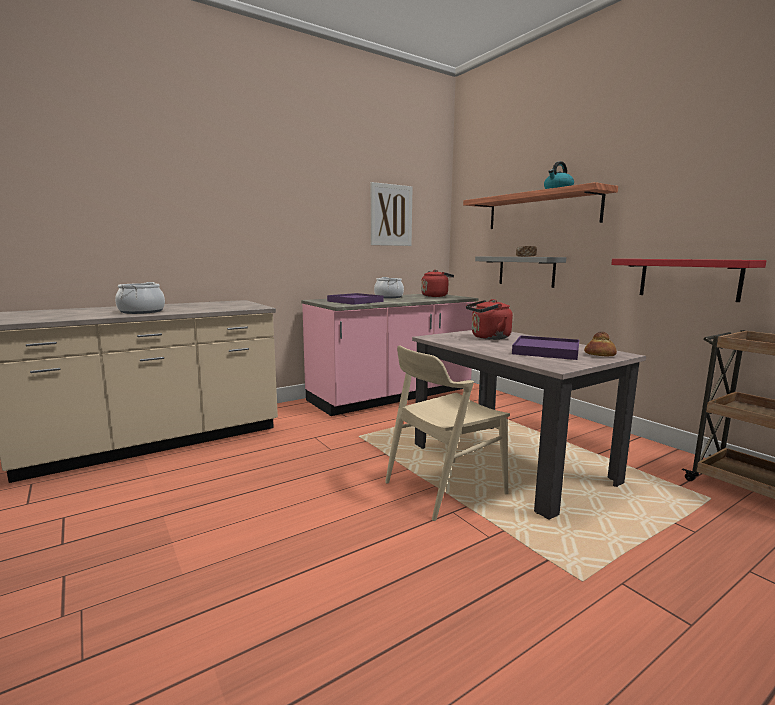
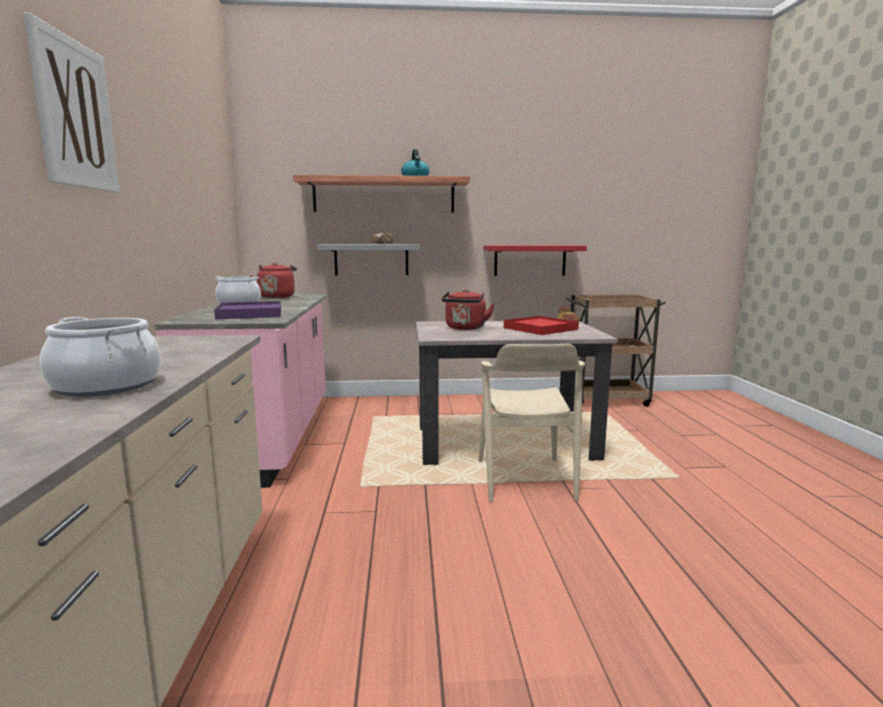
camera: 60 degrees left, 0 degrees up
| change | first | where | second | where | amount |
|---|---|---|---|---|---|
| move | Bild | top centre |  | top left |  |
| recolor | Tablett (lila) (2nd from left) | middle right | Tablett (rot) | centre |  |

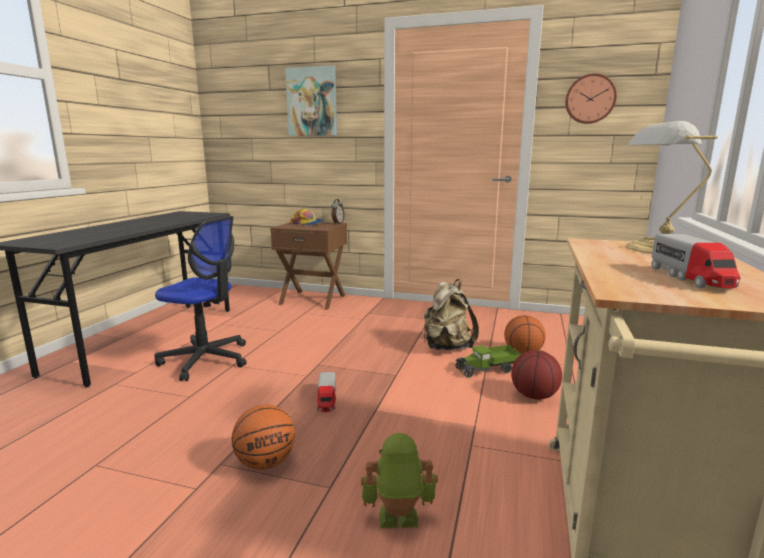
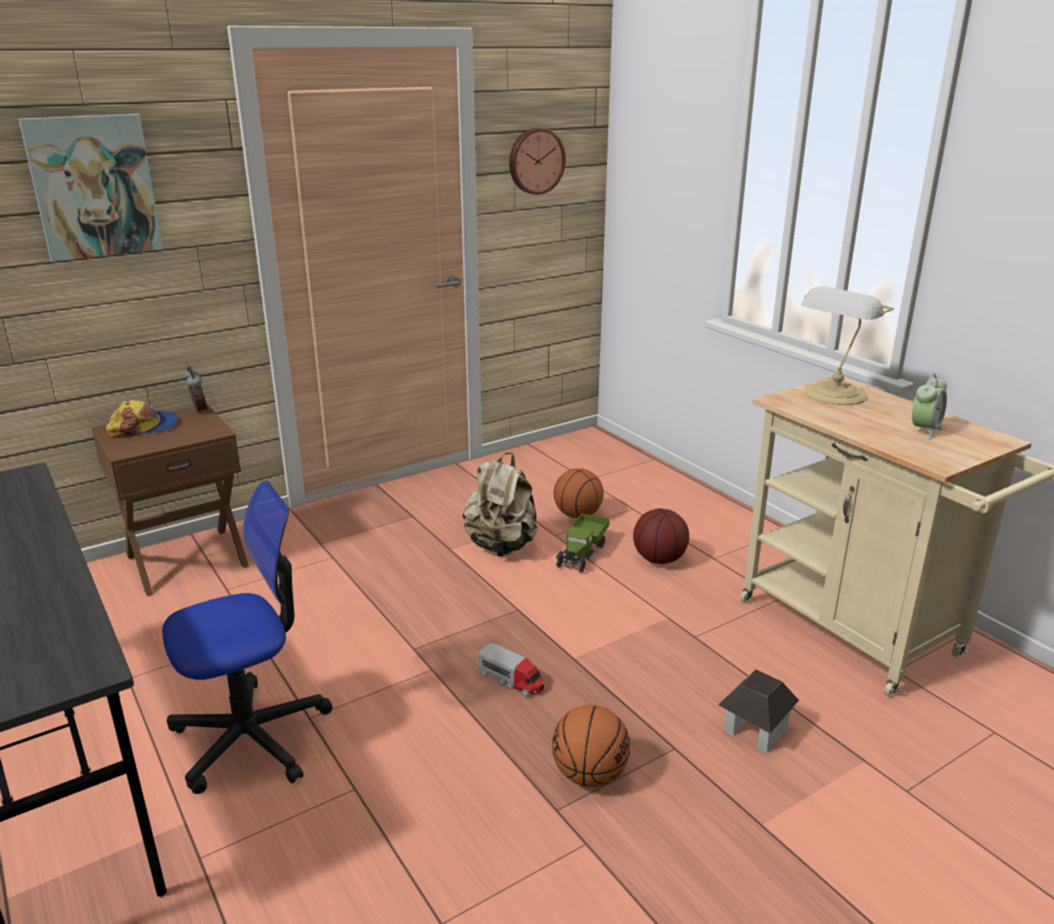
camera: 50 degrees left, 10 degrees up
| change | first | where | second | where | amount |
|---|---|---|---|---|---|
| replace | Spielzeugroboter | bottom centre | Spielzeughaus | bottom right |  |
| replace | Spielzeuglaster (3rd from left) | middle right | Wecker (2nd from left) | middle right |  |

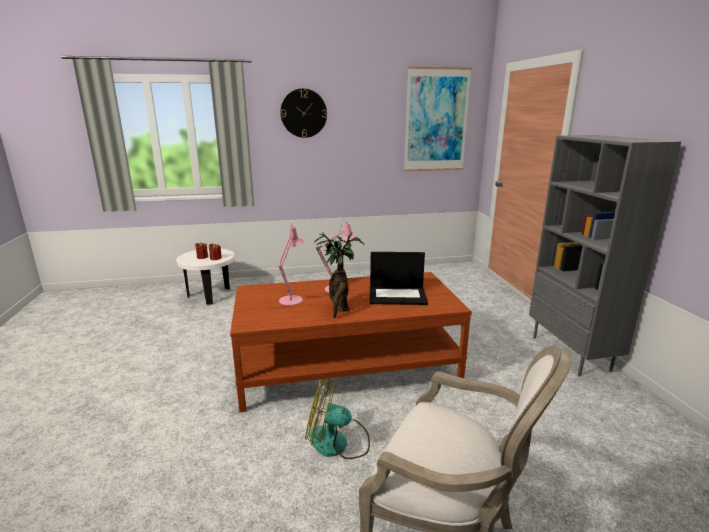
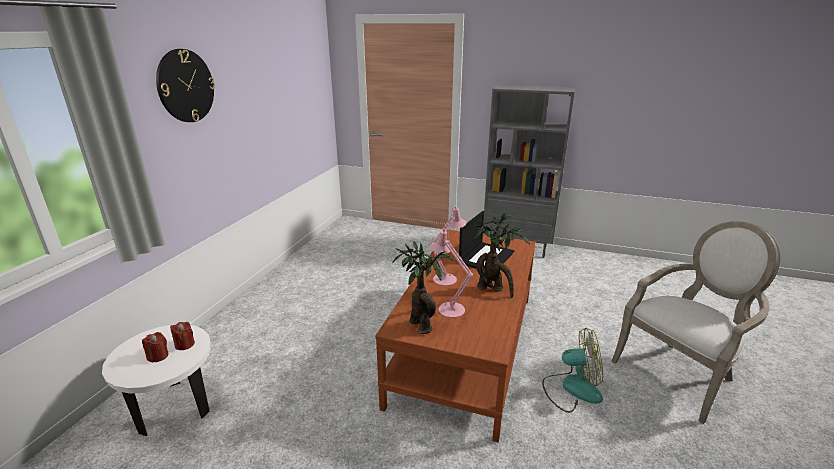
camera: 60 degrees left, 5 degrees up
| change | first | where | second | where | amount |
|---|---|---|---|---|---|
| delete | Bild | top centre |  |  |  |
| insert |  |  | Topfpflanze (1st from left) | centre |  |
| rotate | Ventilator | bottom centre |  | bottom right | 120 degrees counterclockwise |

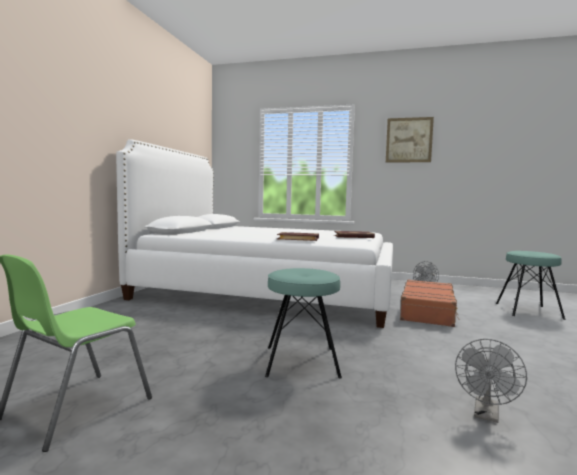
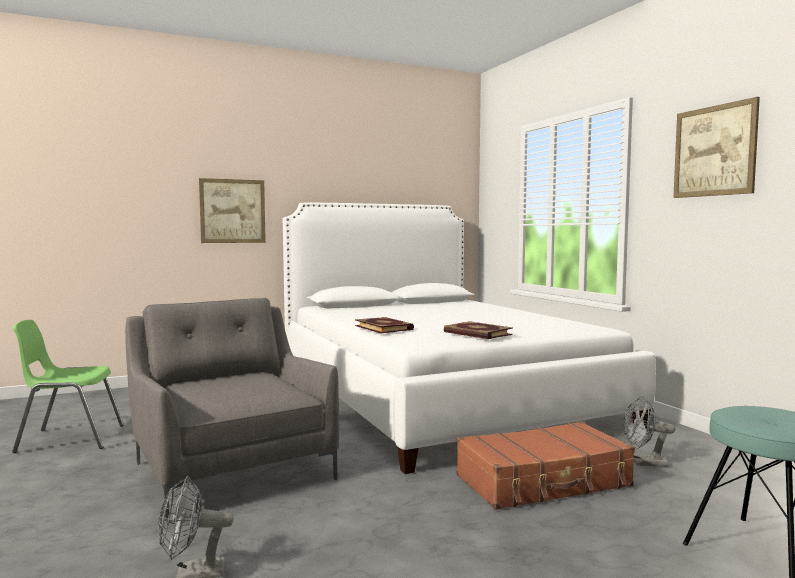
camera: 50 degrees right, 0 degrees up
| change | first | where | second | where | amount |
|---|---|---|---|---|---|
| insert |  |  | Bild (1st from left) | middle left |  |
| replace | Hocker (türkis) (1st from left) | bottom centre | Sessel (grau) | bottom left |  |

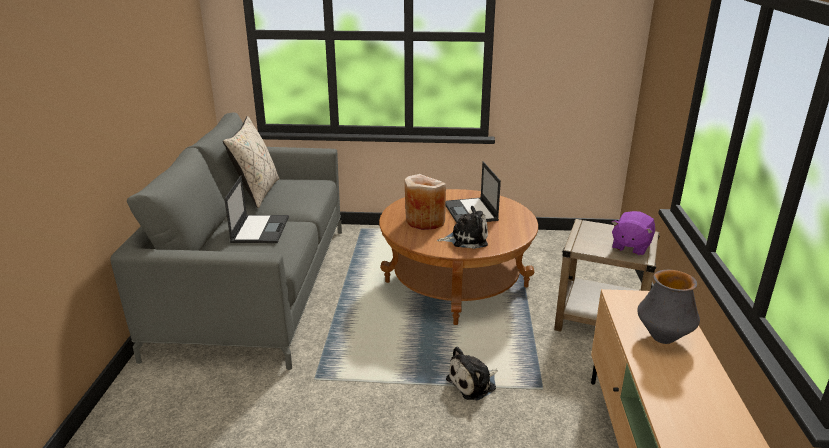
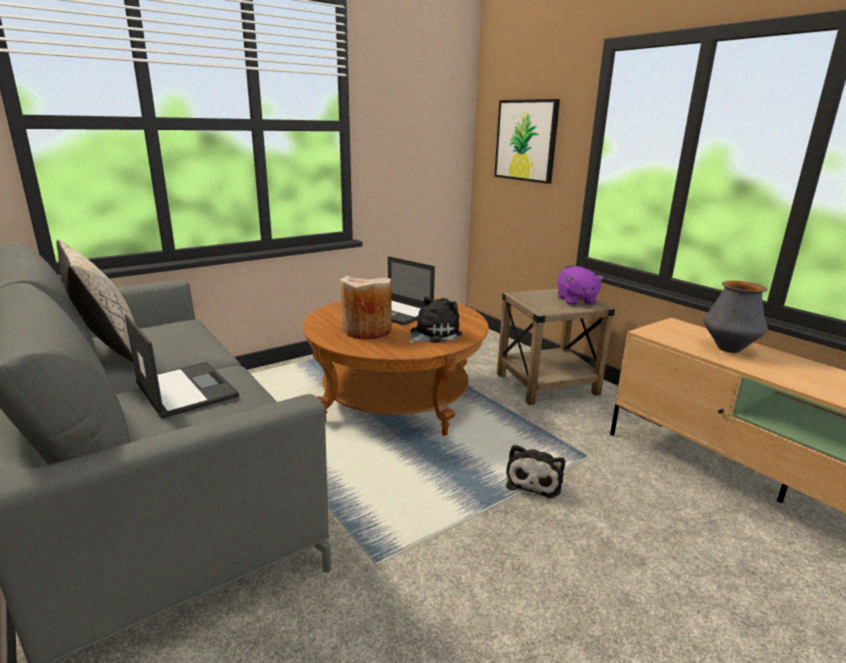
camera: 40 degrees left, 5 degrees down
| change | first | where | second | where | amount |
|---|---|---|---|---|---|
| insert |  |  | Bild | top centre |  |

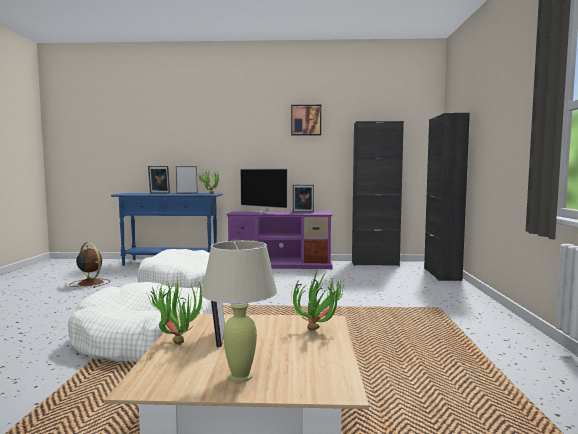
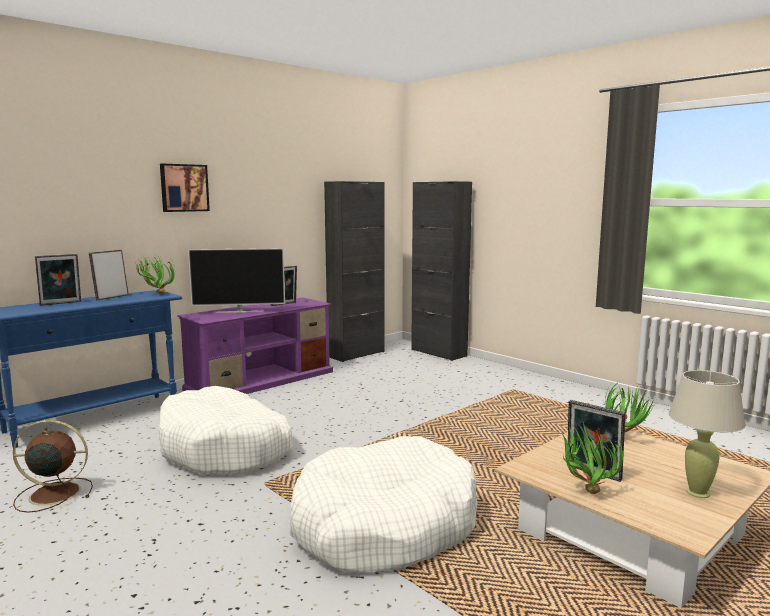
camera: 45 degrees left, 5 degrees up
| change | first | where | second | where | amount |
|---|---|---|---|---|---|
| move | Bild | top centre |  | top left |  |

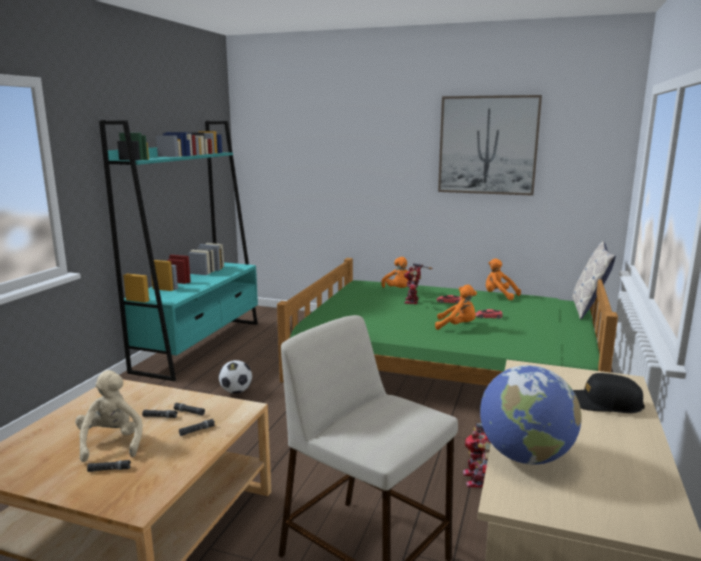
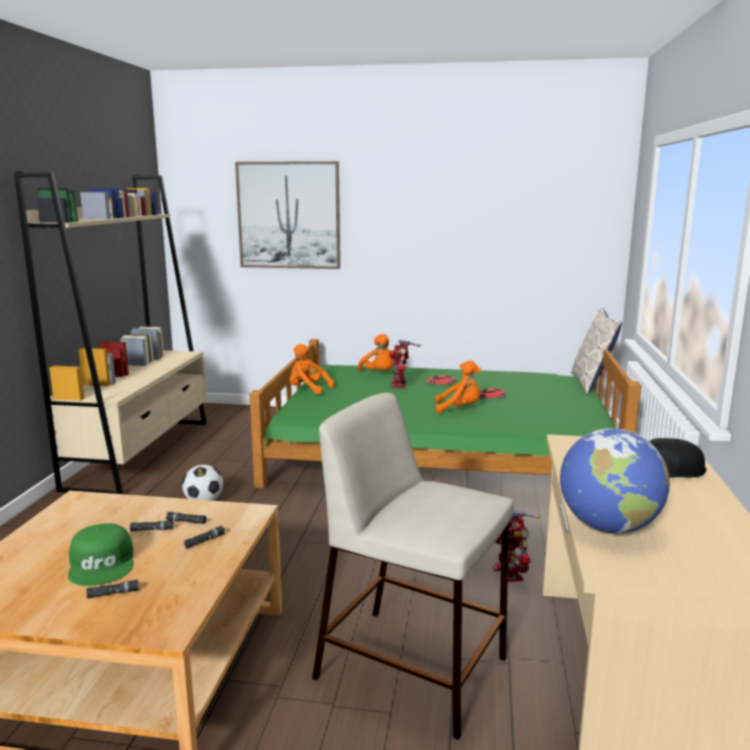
camera: 10 degrees left, 0 degrees up
| change | first | where | second | where | amount |
|---|---|---|---|---|---|
| move | Bild | top right |  | top centre |  |
| move | Plüschtier (orange) (3rd from left in the first image) | middle right | Plüschtier (orange) (1st from left) | centre |  |
| replace | Plüschtier (beige) | bottom left | Kappe (grün) | bottom left |  |
| recolor | Bücherregal (türkis) | middle left | Bücherregal (beige) | middle left |  |

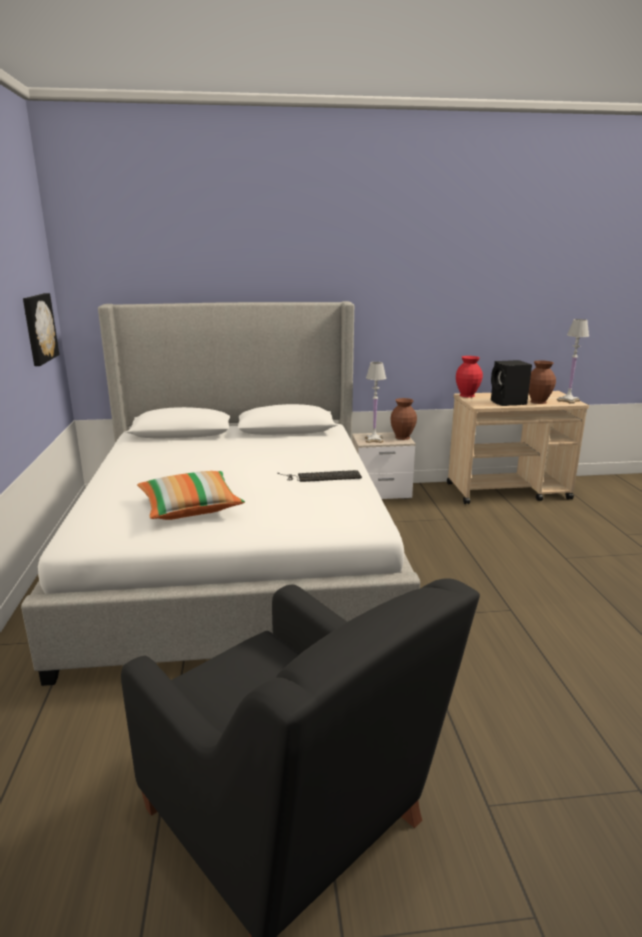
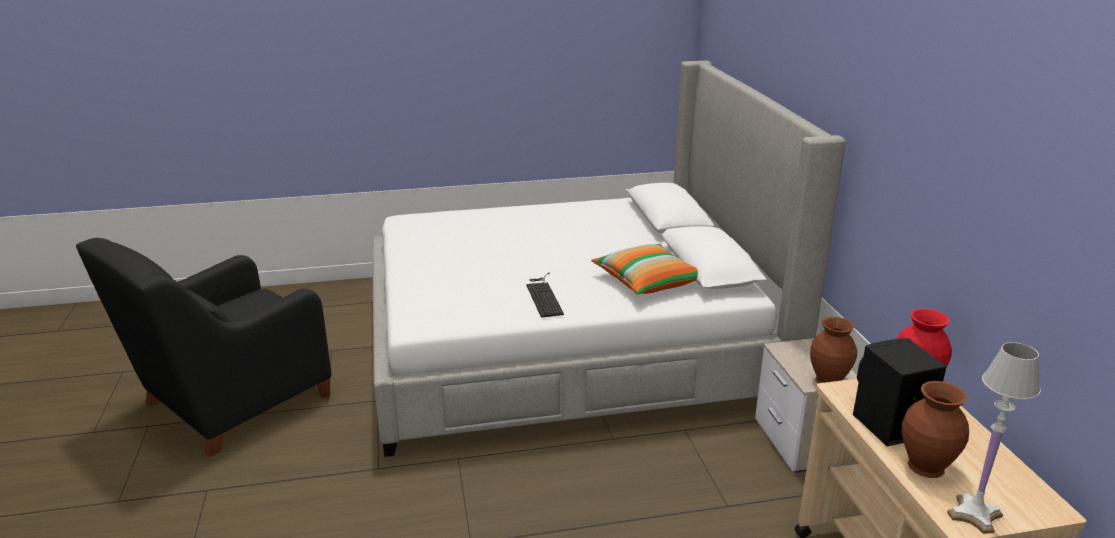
camera: 85 degrees right, 5 degrees up
| change | first | where | second | where | amount |
|---|---|---|---|---|---|
| delete | Bild | middle left |  |  |  |
| delete | Tischlampe (weiß) (1st from left) | centre |  |  |  |
| move | Kissen | middle left |  | centre |  |

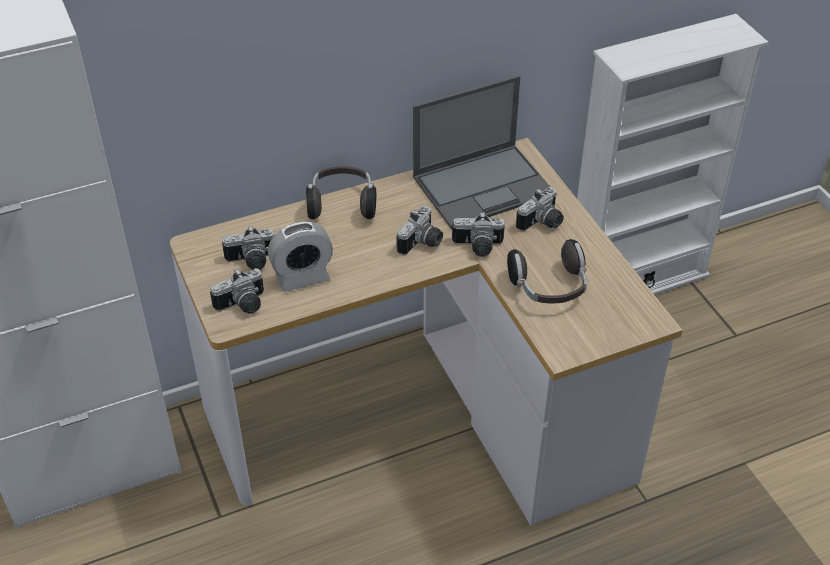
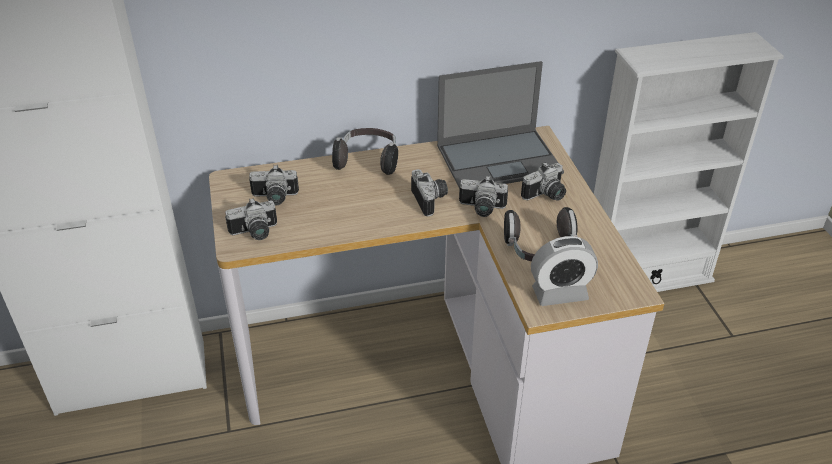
camera: 10 degrees right, 5 degrees down
| change | first | where | second | where | amount |
|---|---|---|---|---|---|
| move | Wecker | centre |  | middle right |  |
| rotate | Kamera (3rd from left) | centre |  | centre | 60 degrees counterclockwise |

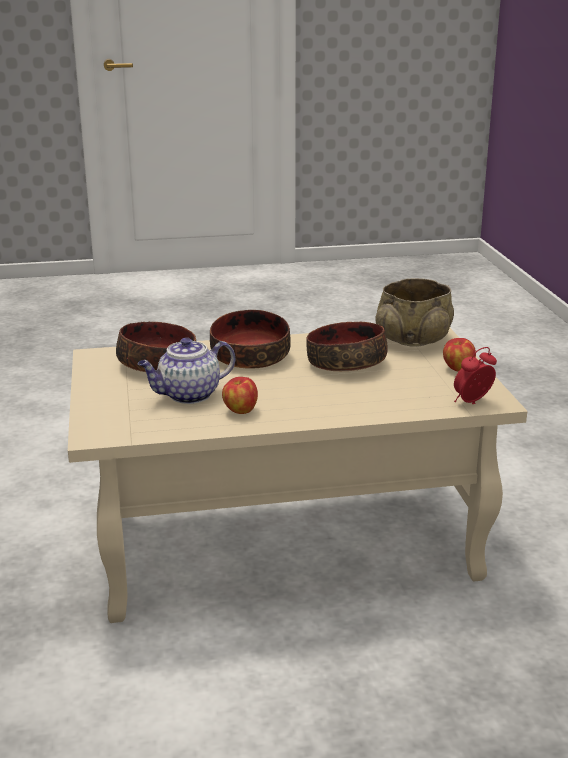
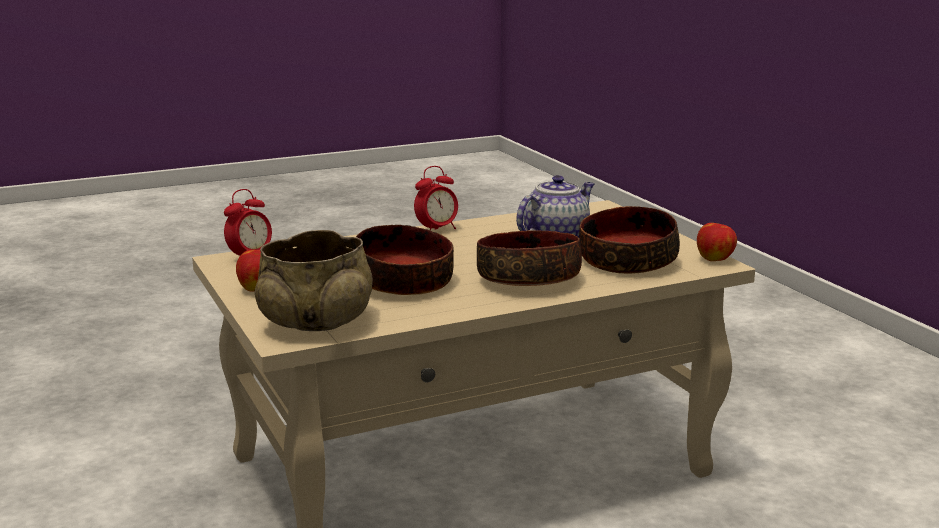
camera: 165 degrees right, 5 degrees down
| change | first | where | second | where | amount |
|---|---|---|---|---|---|
| insert |  |  | Wecker (2nd from left) | centre |  |
| move | Apfel (1st from left in the first image) | centre | Apfel (2nd from left) | middle right |  |

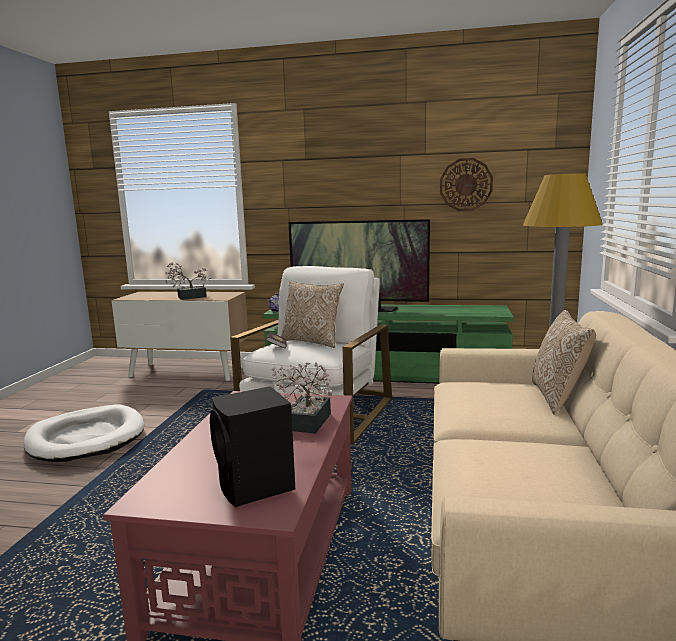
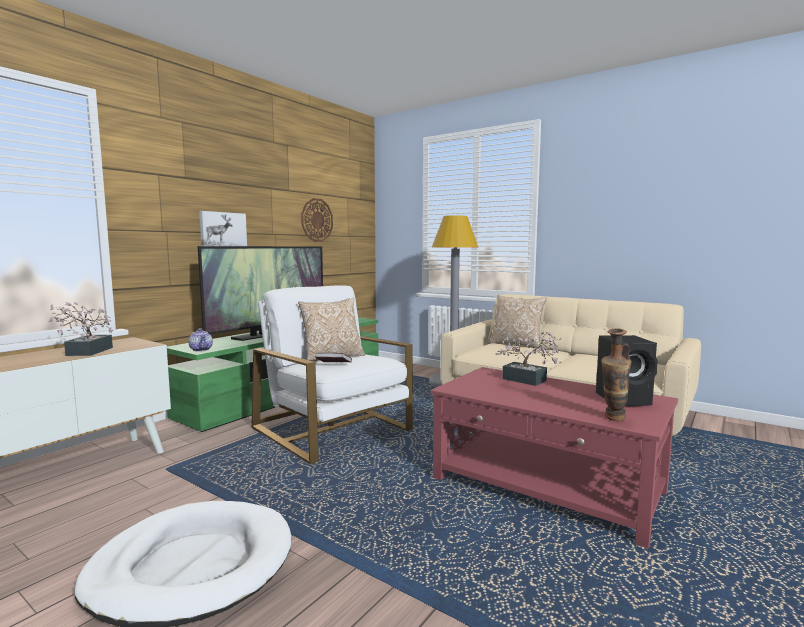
camera: 65 degrees left, 5 degrees down
| change | first | where | second | where | amount |
|---|---|---|---|---|---|
| insert |  |  | Bild | middle left |  |
| insert |  |  | Vase | middle right |  |

